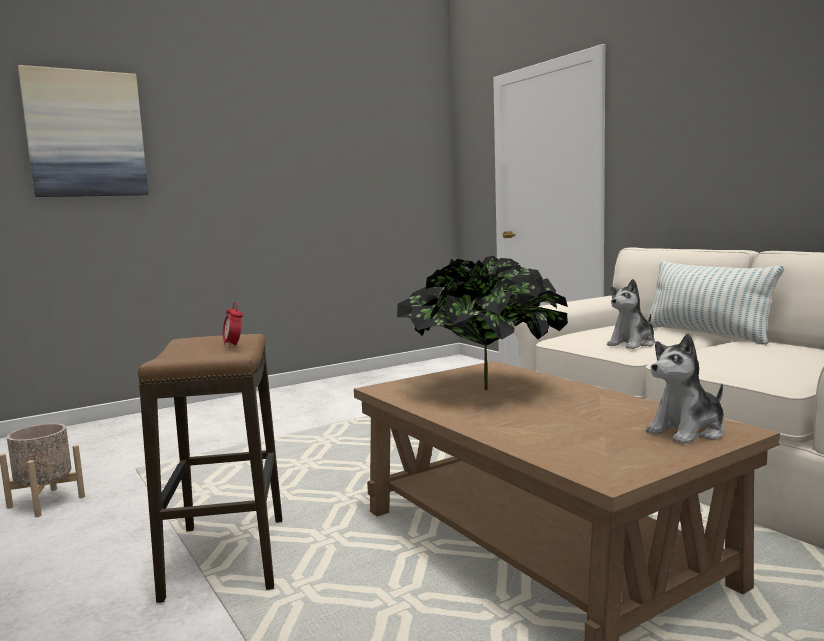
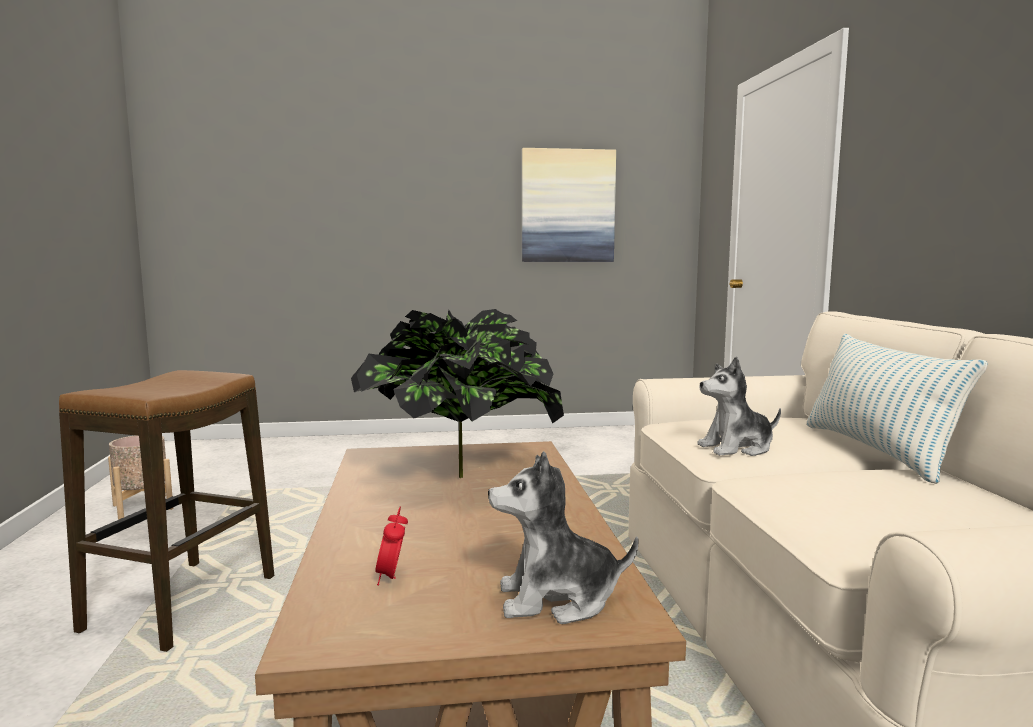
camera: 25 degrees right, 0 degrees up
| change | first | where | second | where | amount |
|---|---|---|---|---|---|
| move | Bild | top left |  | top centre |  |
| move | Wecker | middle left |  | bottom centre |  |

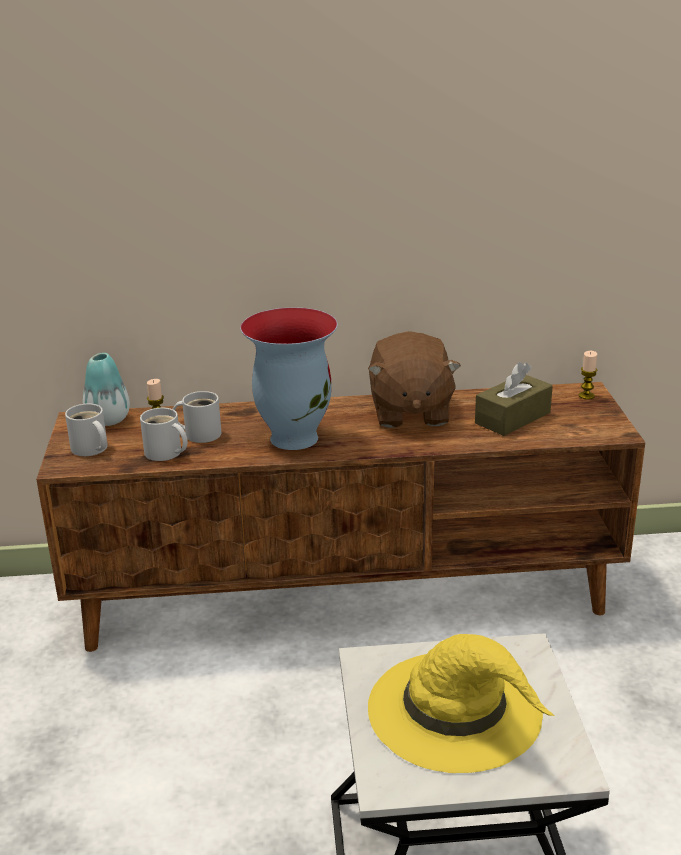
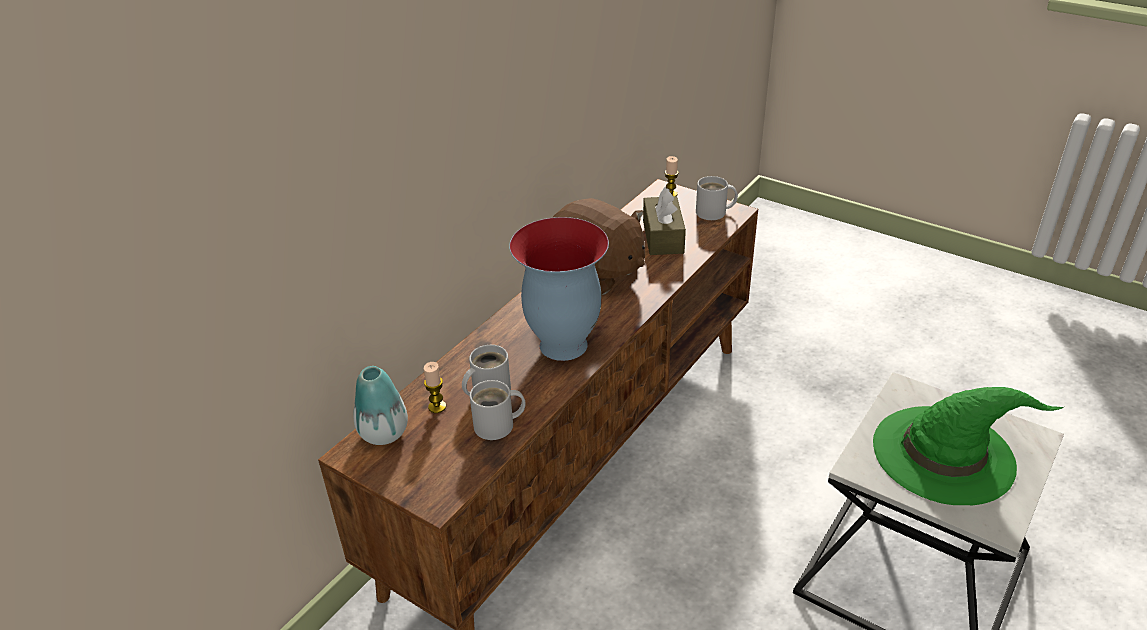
camera: 50 degrees left, 10 degrees up
| change | first | where | second | where | amount |
|---|---|---|---|---|---|
| move | Henkelbecher (weiß) (1st from left in the first image) | middle left | Henkelbecher (weiß) (3rd from left) | top centre |  |
| recolor | Hut (gelb) | bottom right | Hut (grün) | bottom right |  |

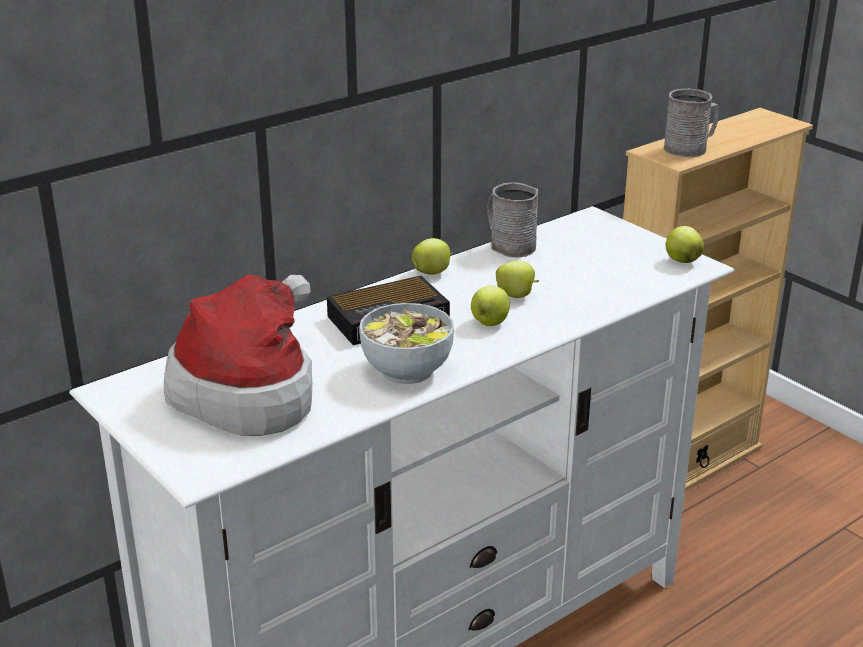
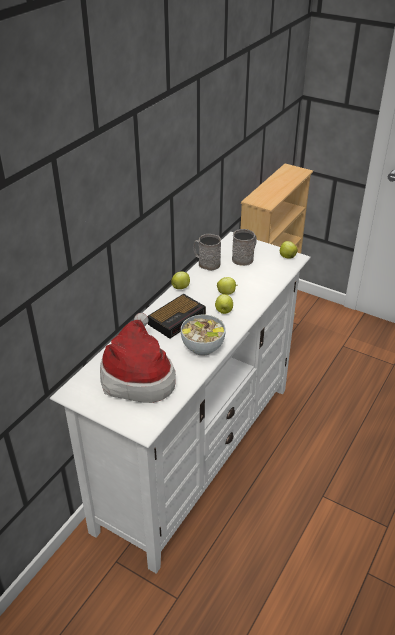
camera: 20 degrees left, 10 degrees up
| change | first | where | second | where | amount |
|---|---|---|---|---|---|
| move | Henkelbecher (grau) (2nd from left) | top right |  | centre |  |

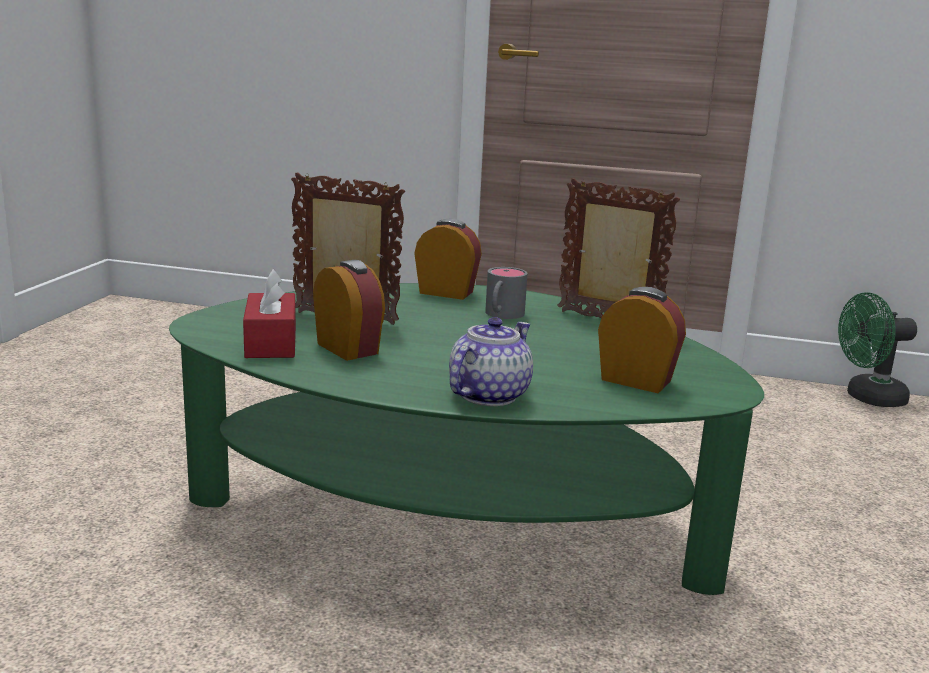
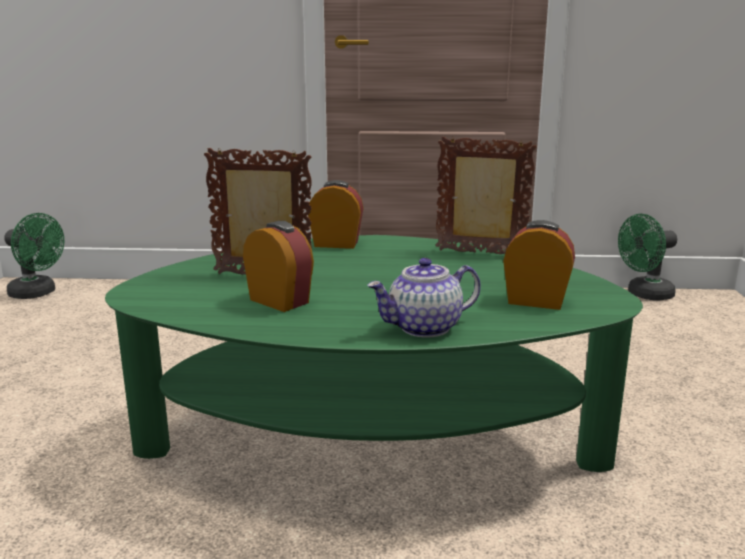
camera: 10 degrees left, 0 degrees up
| change | first | where | second | where | amount |
|---|---|---|---|---|---|
| delete | Taschentuchbox (rot) | middle left |  |  |  |
| delete | Henkelbecher (grau) | centre |  |  |  |
| insert |  |  | Ventilator (grün) (1st from left) | middle left |  |
| rotate | Teekanne | centre |  | centre | 135 degrees counterclockwise |

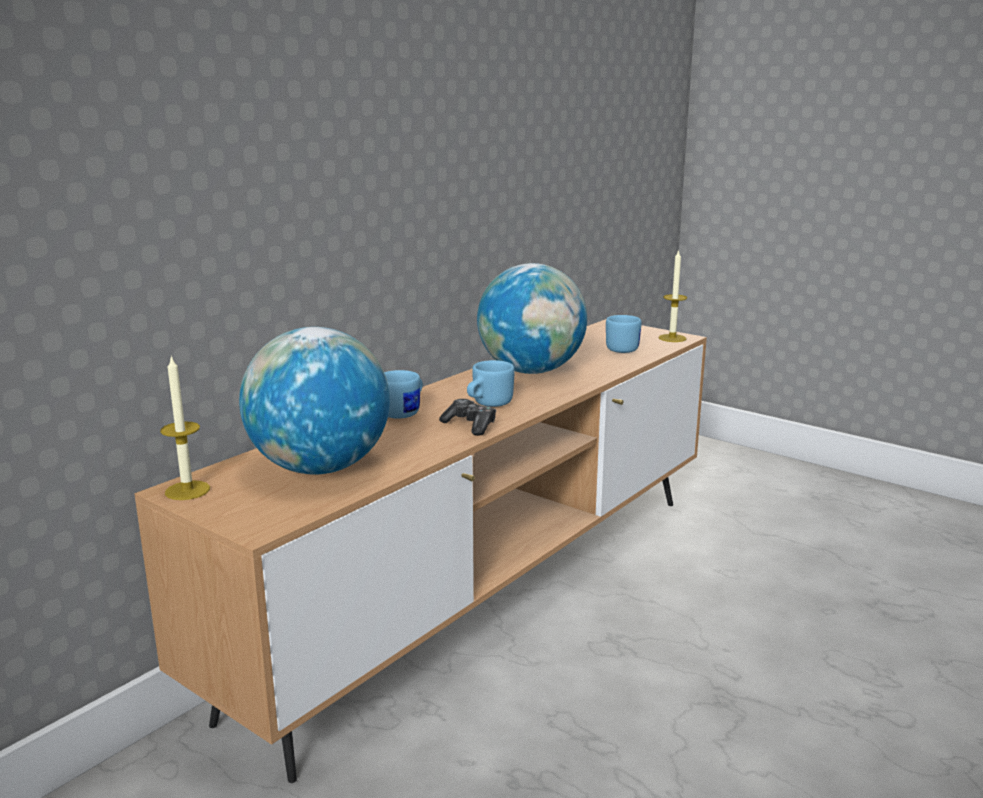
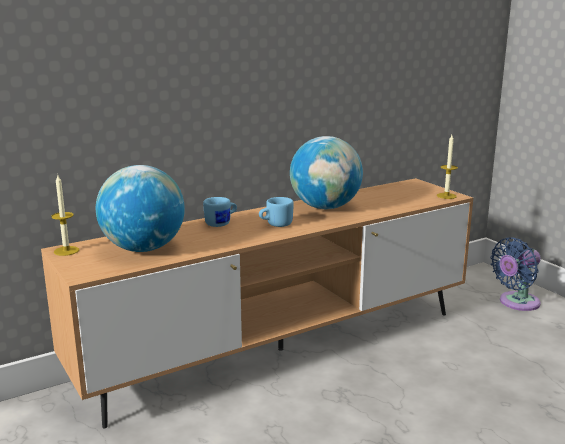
camera: 20 degrees right, 0 degrees up
| change | first | where | second | where | amount |
|---|---|---|---|---|---|
| delete | Gamepad | centre |  |  |  |
| delete | Henkelbecher (blau) (3rd from left) | centre |  |  |  |
| insert |  |  | Ventilator (blau) | middle right |  |

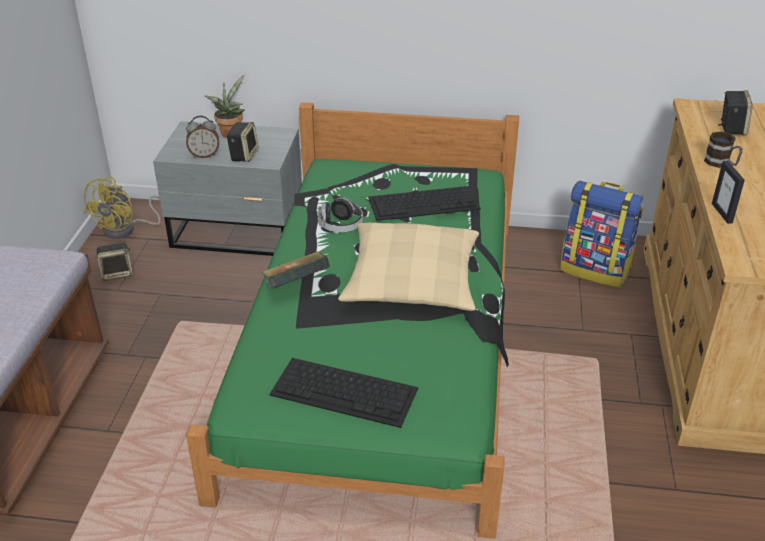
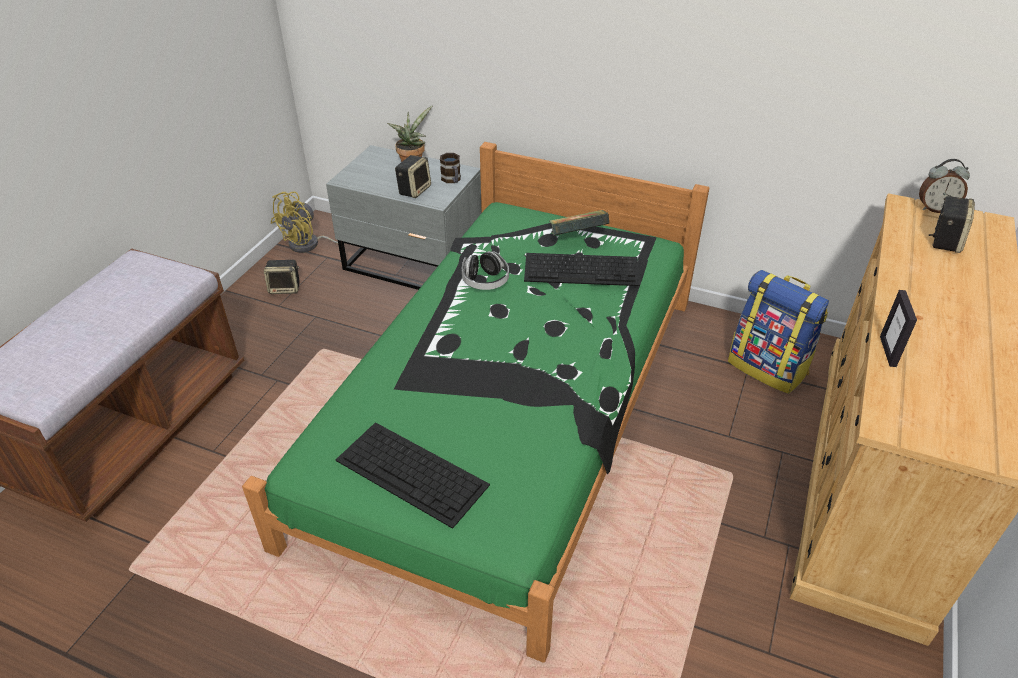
camera: 15 degrees right, 5 degrees up
| change | first | where | second | where | amount |
|---|---|---|---|---|---|
| delete | Kissen (beige) | centre |  |  |  |
| move | Wecker | top left |  | top right |  |
| move | Buch | centre |  | top centre |  |
| move | Henkelbecher | top right |  | top centre |  |

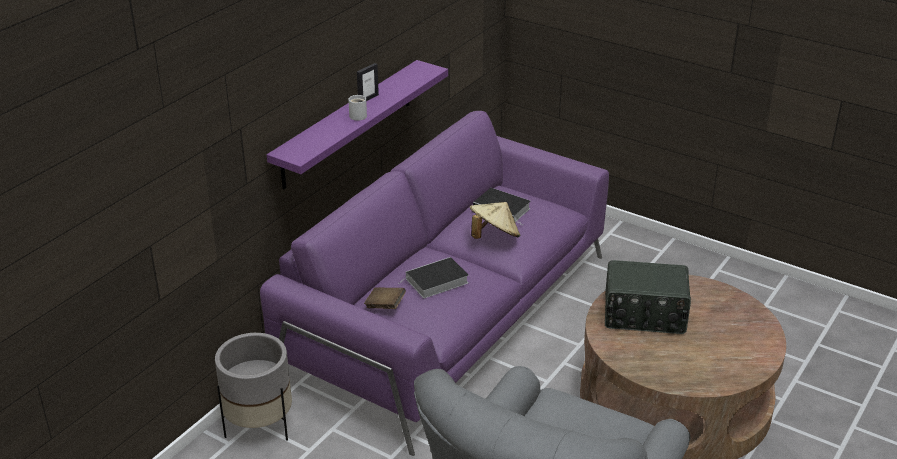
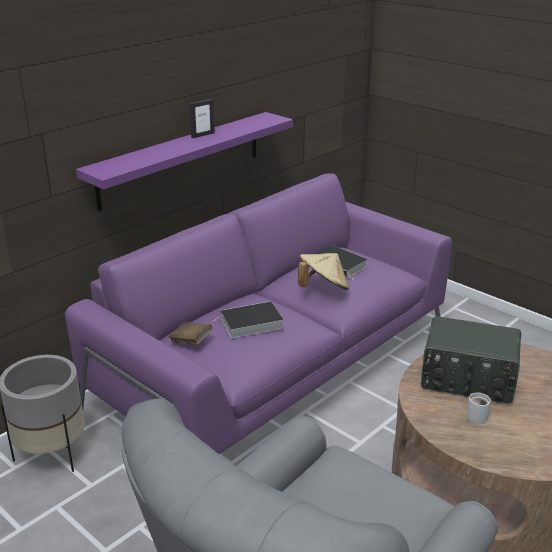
camera: 10 degrees right, 5 degrees down
| change | first | where | second | where | amount |
|---|---|---|---|---|---|
| move | Henkelbecher (weiß) | top centre |  | bottom right |  |

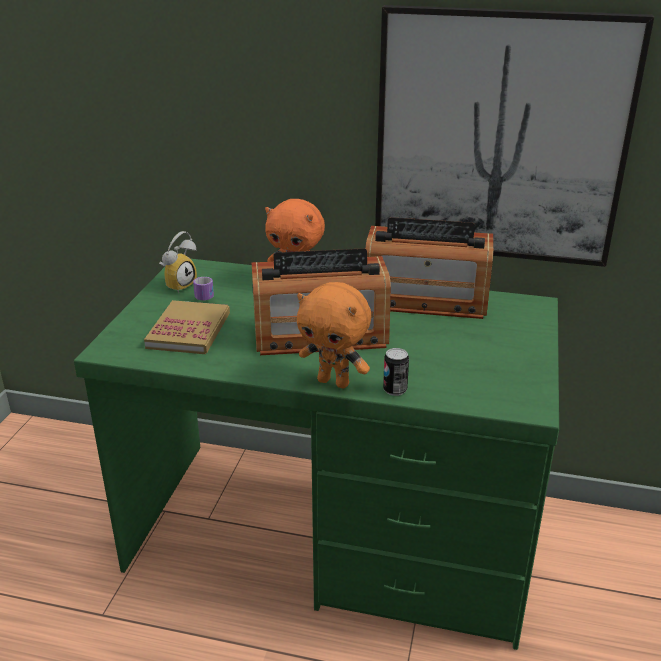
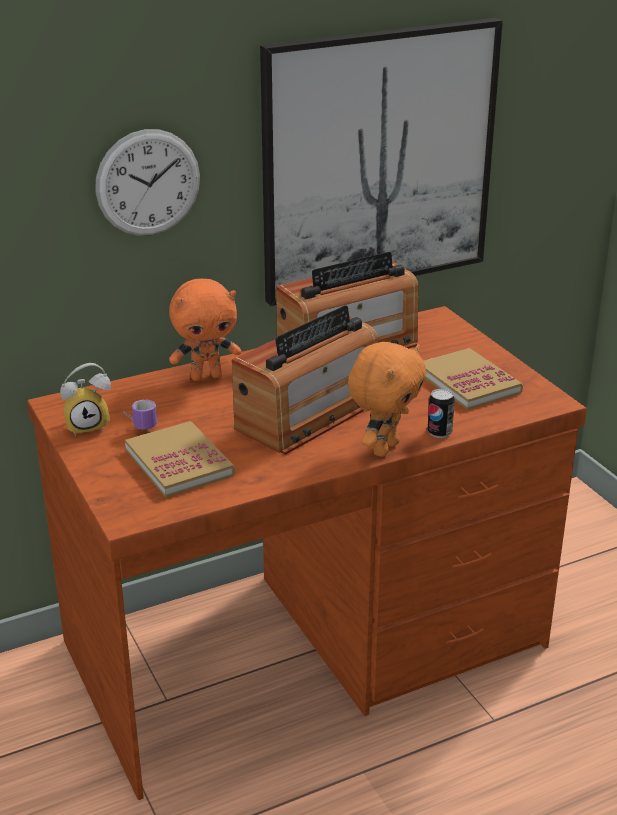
camera: 40 degrees left, 0 degrees up
| change | first | where | second | where | amount |
|---|---|---|---|---|---|
| insert |  |  | Wanduhr | top left |  |
| insert |  |  | Buch (2nd from left) | middle right |  |
| recolor | Schreibtisch (grün) | bottom centre | Schreibtisch (braun) | bottom centre |  |
| rotate | Wecker | middle left |  | middle left | 75 degrees clockwise |
| rotate | Plüschtier (orange) (2nd from left) | centre |  | centre | 45 degrees counterclockwise |

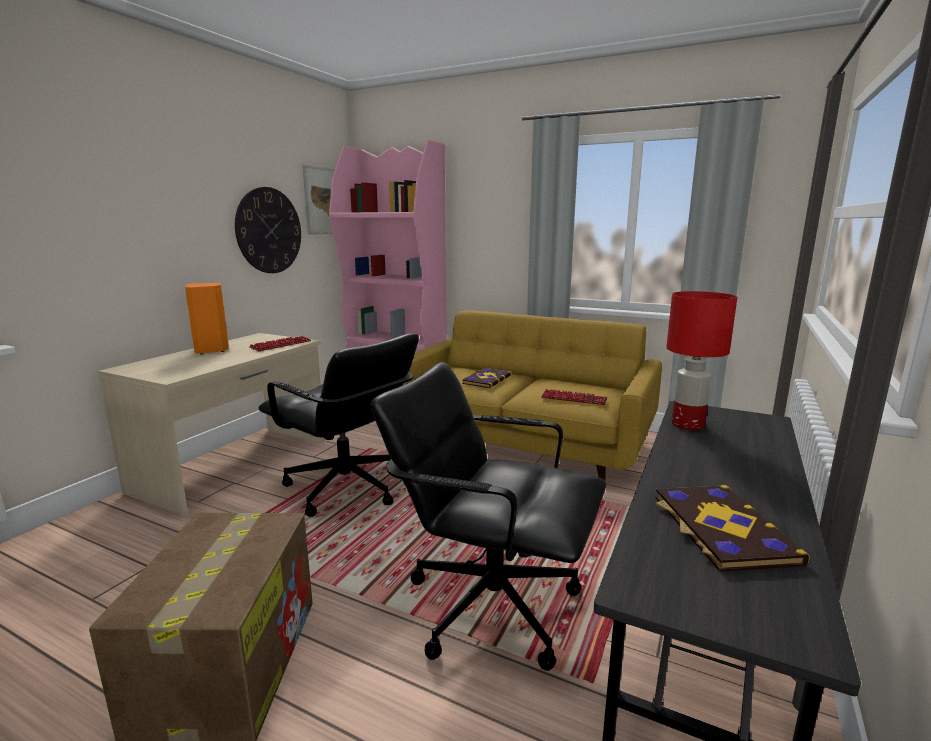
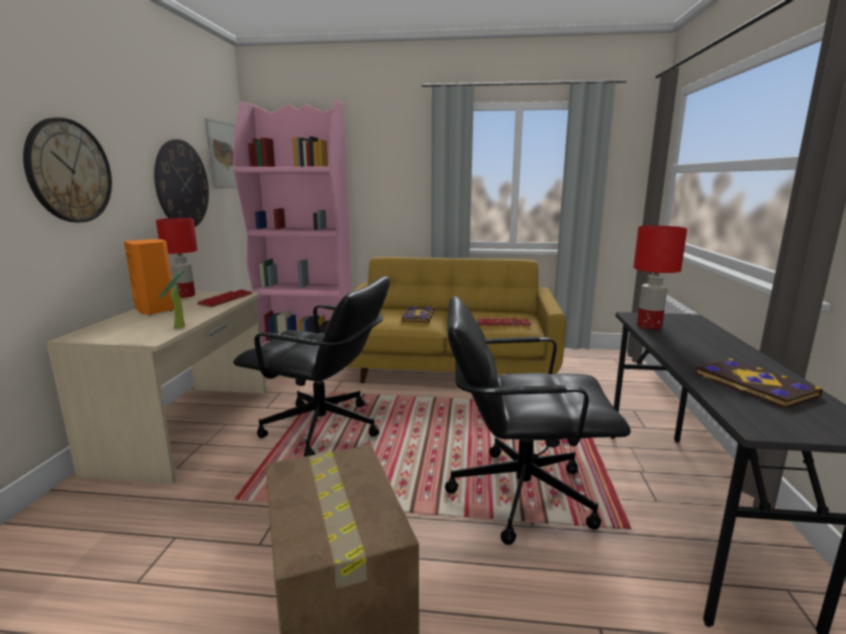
camera: 20 degrees left, 0 degrees up
| change | first | where | second | where | amount |
|---|---|---|---|---|---|
| insert |  |  | Wanduhr (1st from left) | top left |  |
| insert |  |  | Tischlampe (rot) (1st from left) | middle left |  |
| insert |  |  | Topfpflanze | middle left |  |

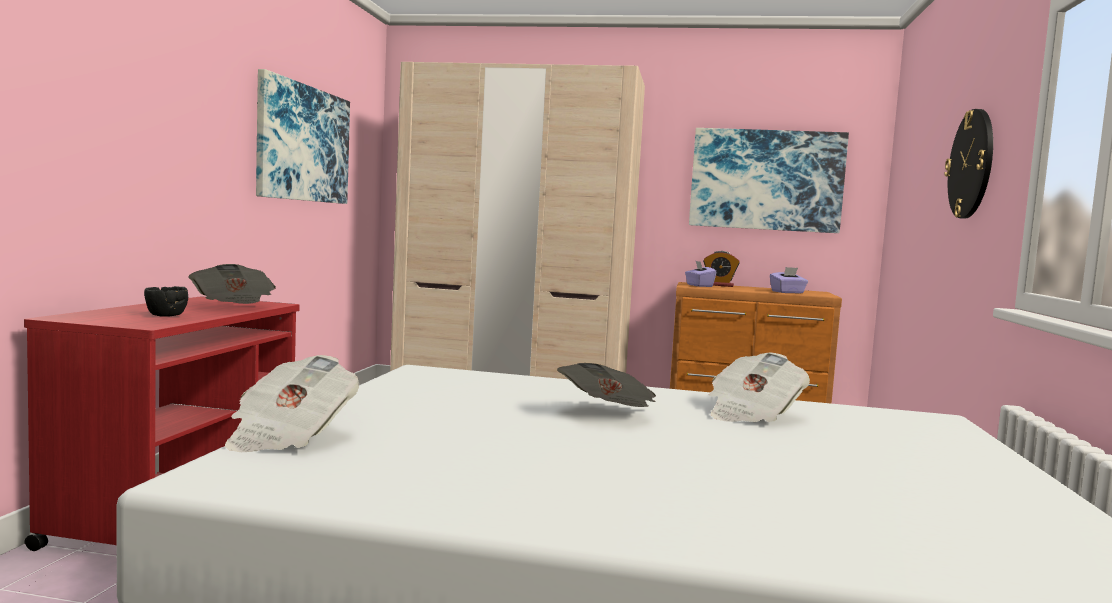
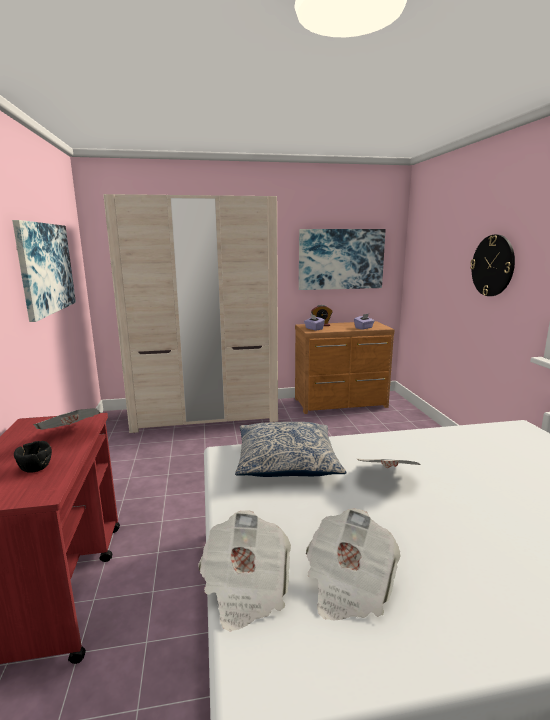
camera: 20 degrees left, 10 degrees up
| change | first | where | second | where | amount |
|---|---|---|---|---|---|
| insert |  |  | Kissen | centre |  |
| move | Zeitung (4th from left in the first image) | middle right | Zeitung (3rd from left) | bottom centre |  |

